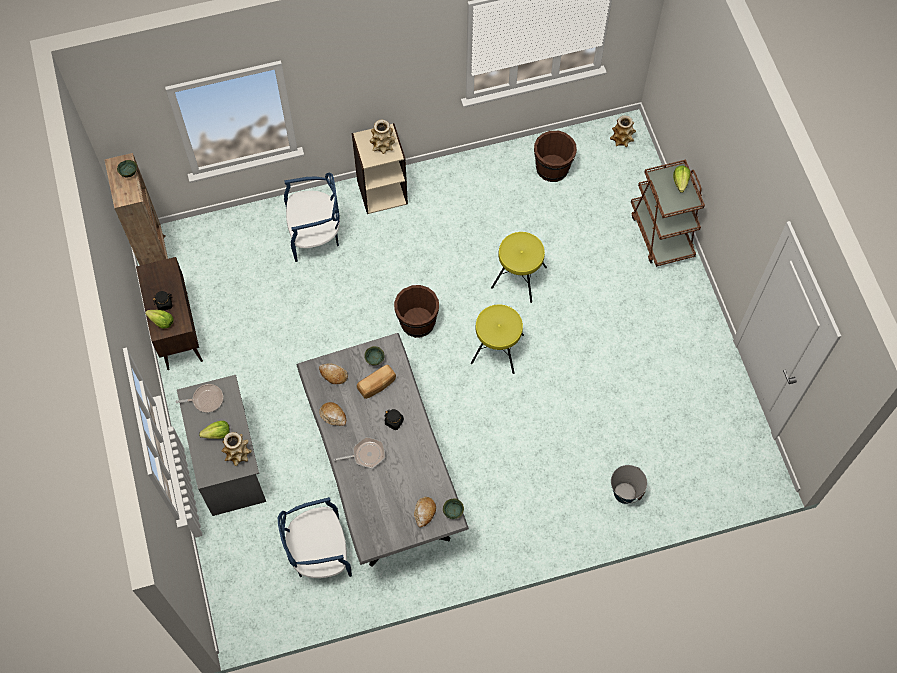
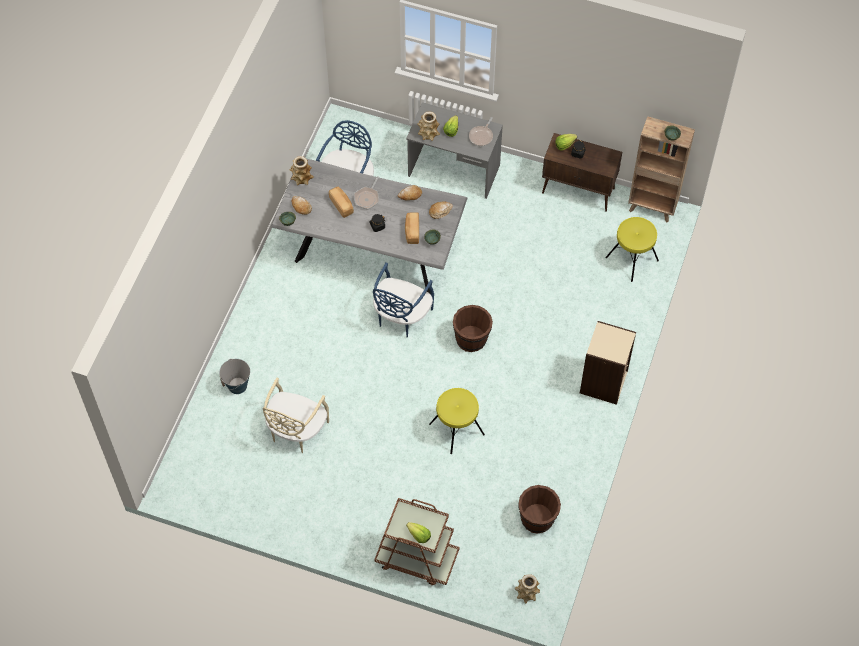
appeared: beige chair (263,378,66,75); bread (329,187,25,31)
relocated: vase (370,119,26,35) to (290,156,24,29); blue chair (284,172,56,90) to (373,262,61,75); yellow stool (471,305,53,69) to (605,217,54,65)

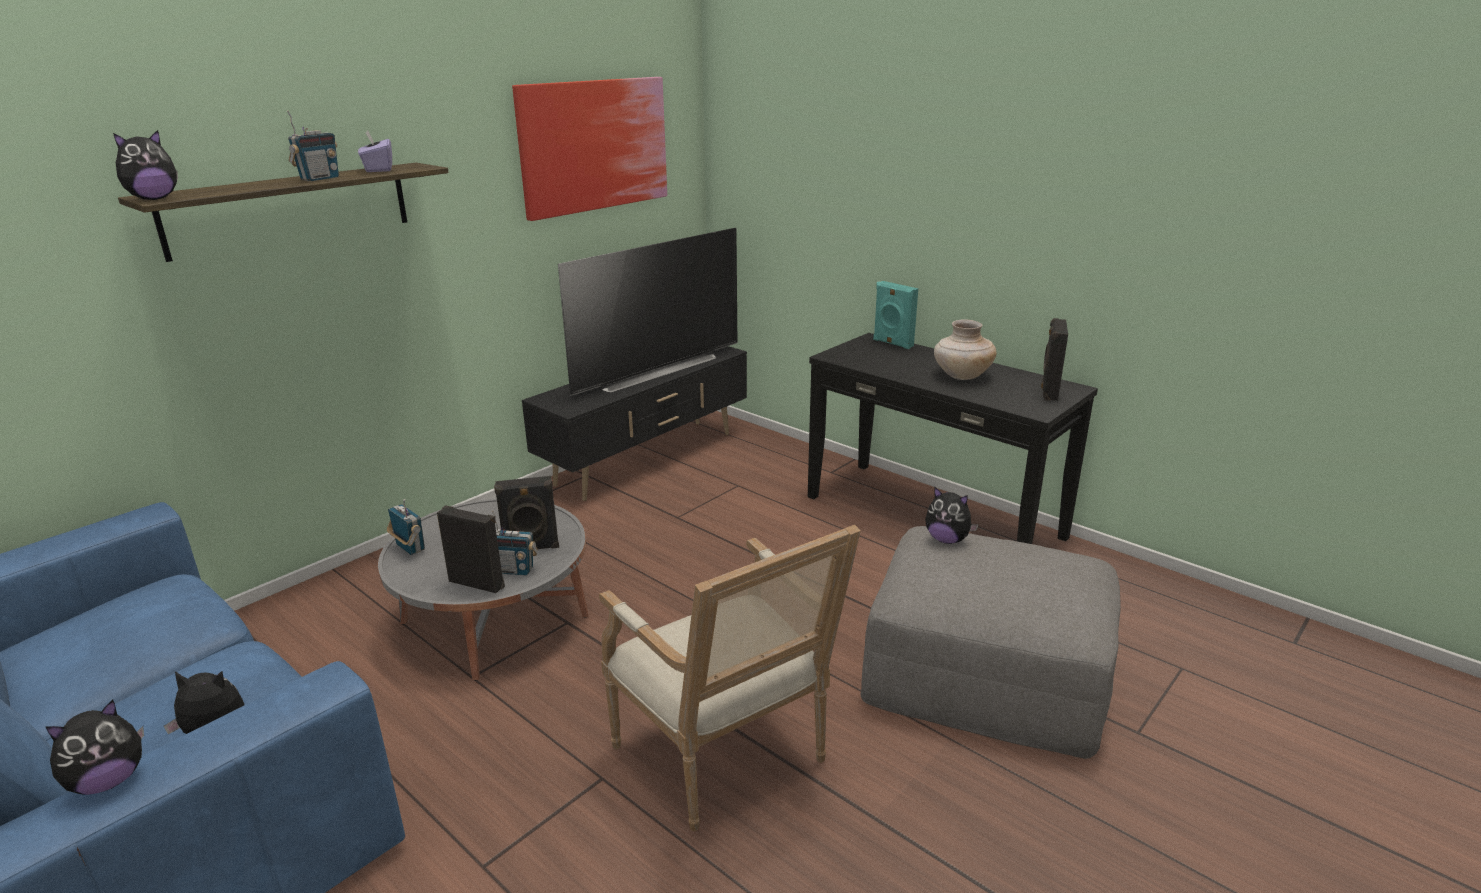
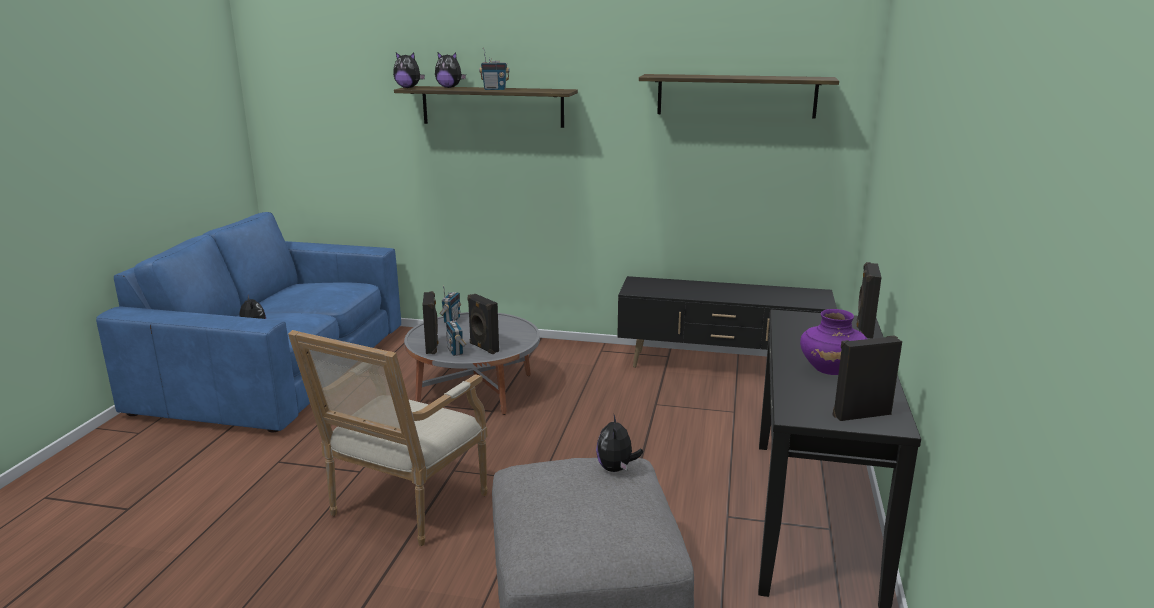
missing: purple tissue box (358,131,34,41); television (558,228,179,168)
relocated: plush toy (46,700,98,95) to (435,52,31,36)
exchanged: picture (512,77,155,144) to shelf (639,74,200,44)
colour: beige vase (934,320,62,60) to purple vase (800,309,67,66); turquoise speaker (873,281,45,68) to black speaker (857,262,25,77)

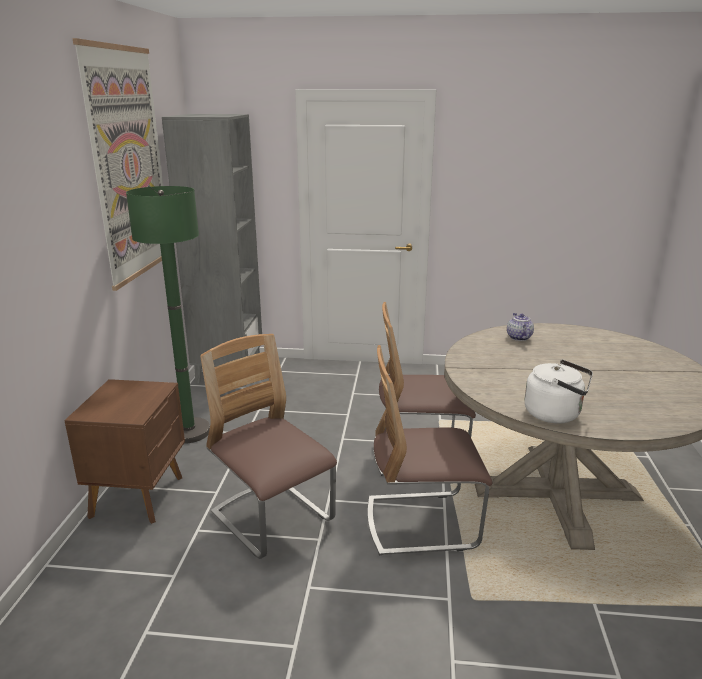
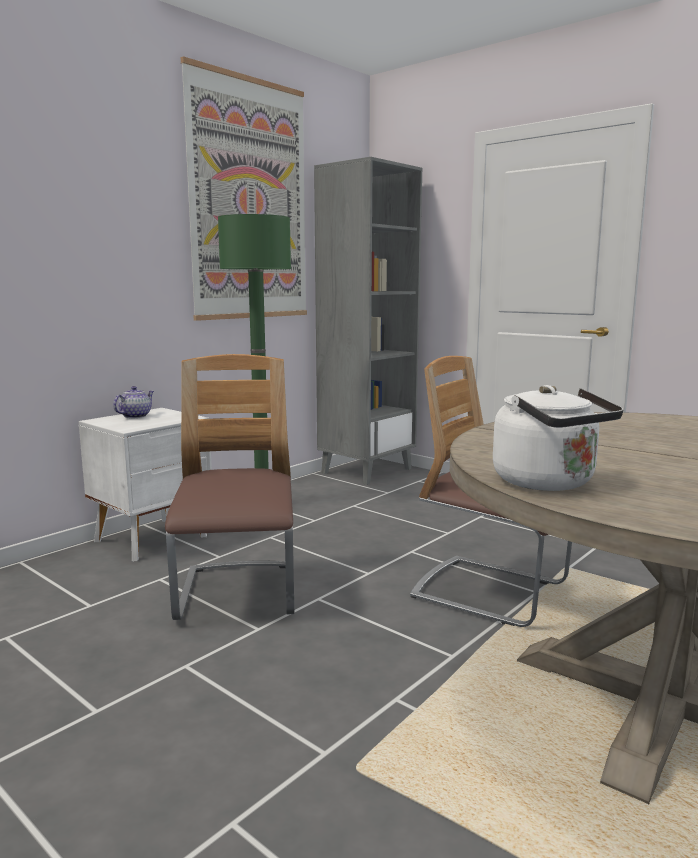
missing: chair (367,345,125,211)
relocated: teapot (507,313,27,28) to (113,386,41,32)
colour: brown nightstand (65,379,120,145) to white nightstand (79,408,133,153)

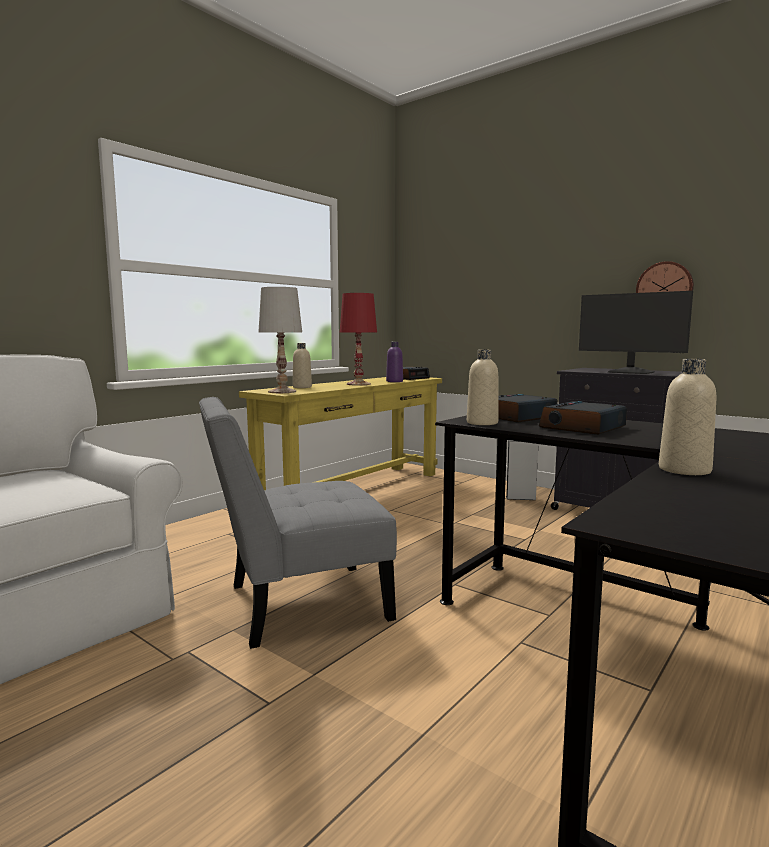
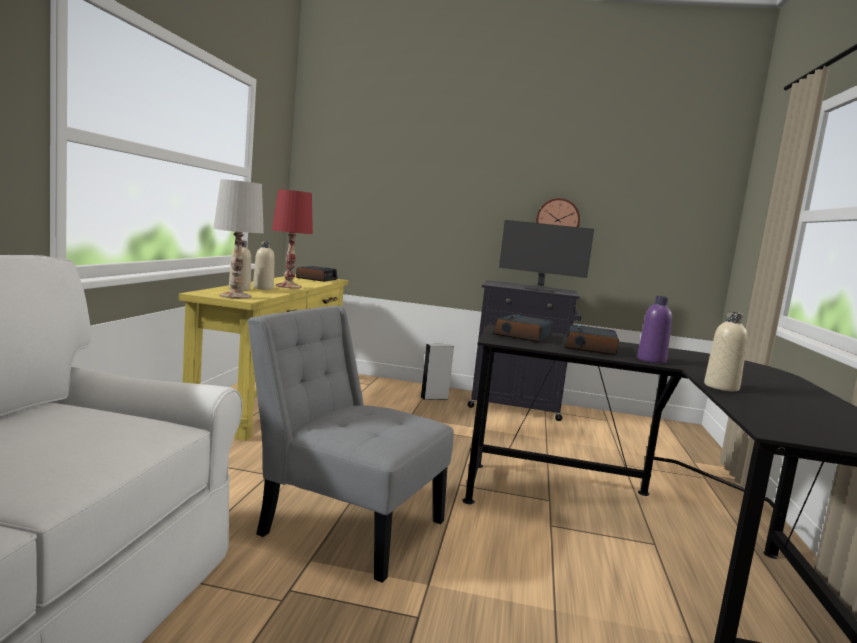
relocated: beige bottle (467,350,32,75) to (253,241,22,49); purple bottle (386,342,17,40) to (637,296,35,67)
spun: grey chair (199,397,198,252) = (248,306,206,277) 75 degrees clockwise

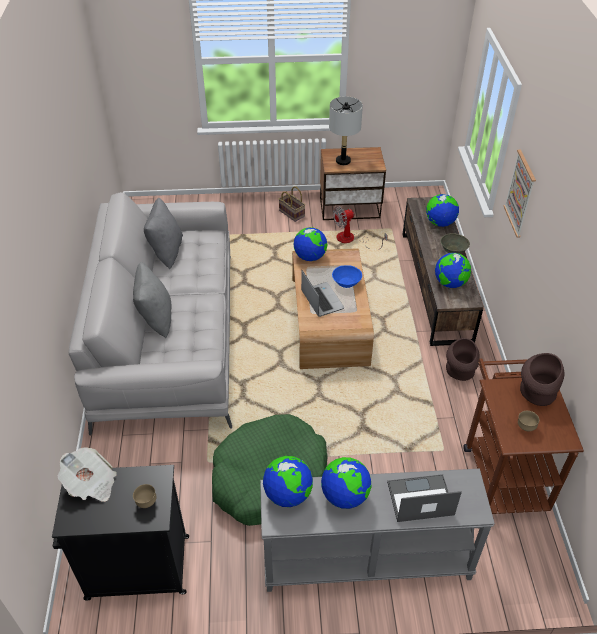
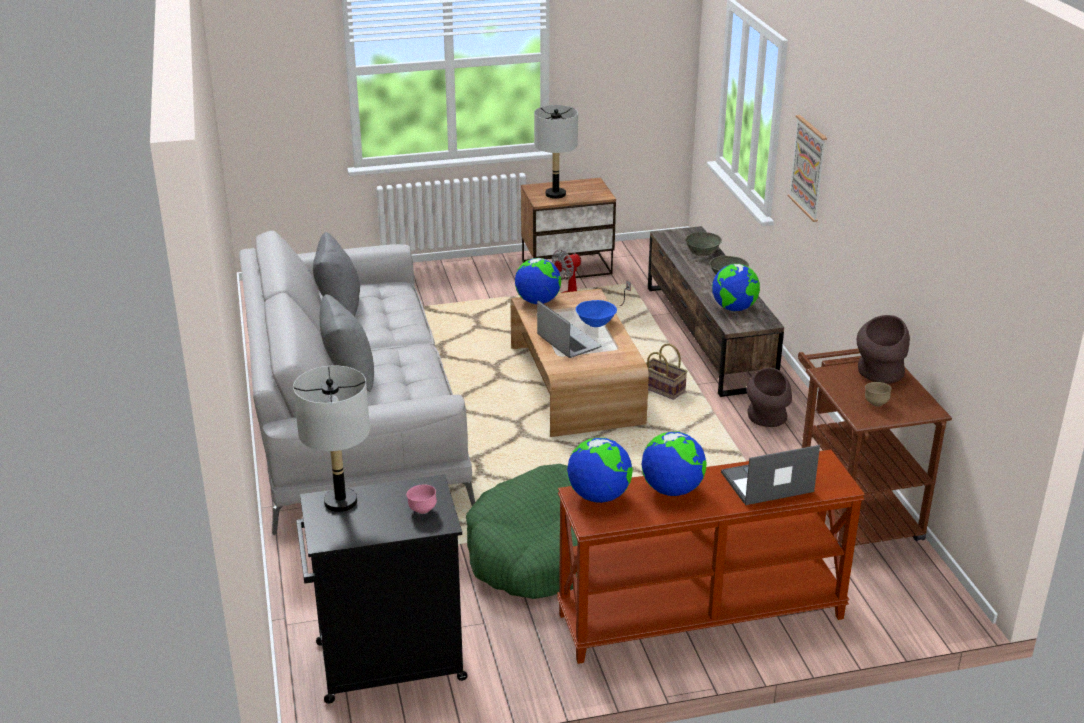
relocated: basket (279,186,26,36) to (646,344,41,56)
exchanged: newspaper (58,448,59,54) to grey table lamp (293,366,77,146); globe (426,194,33,33) to grey bowl (685,232,37,24)
colour: brown bowl (133,484,24,24) to pink bowl (407,485,30,29); grey console table (260,469,235,123) to brown console table (557,450,308,214)

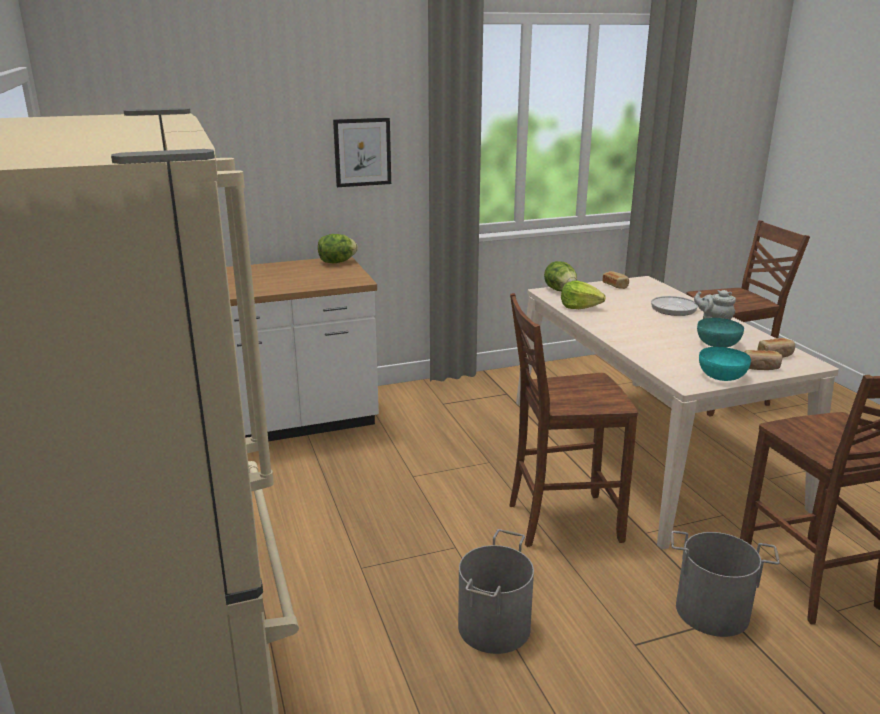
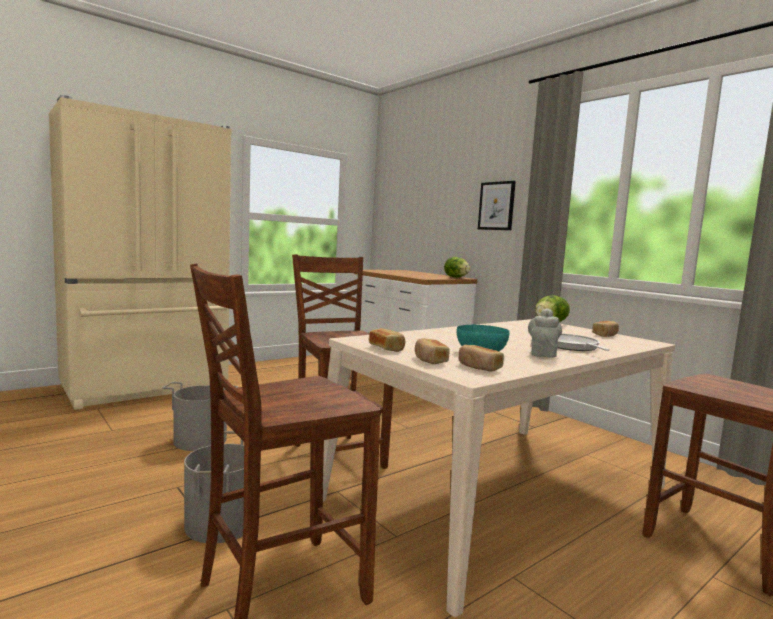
missing: lettuce (561,281,45,28)
exchanged: turquoise bowl (699,347,52,34) to bread (369,328,36,24)

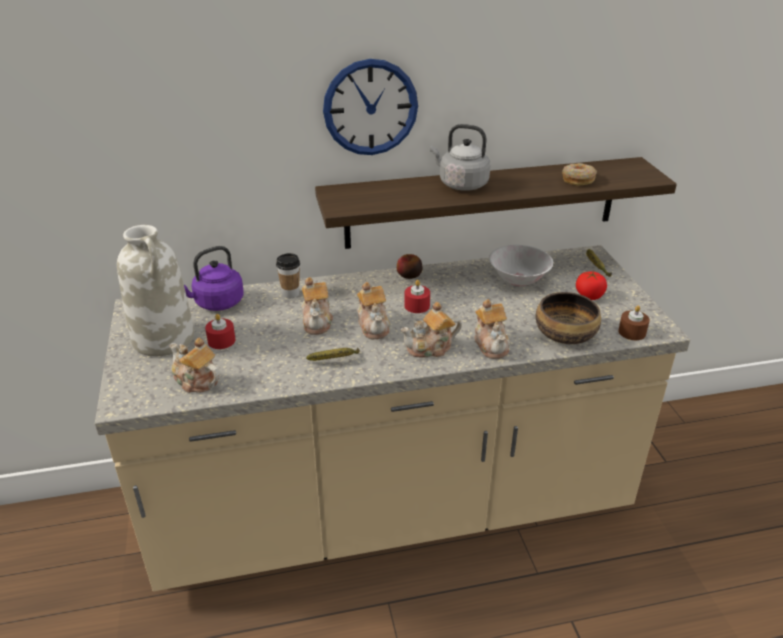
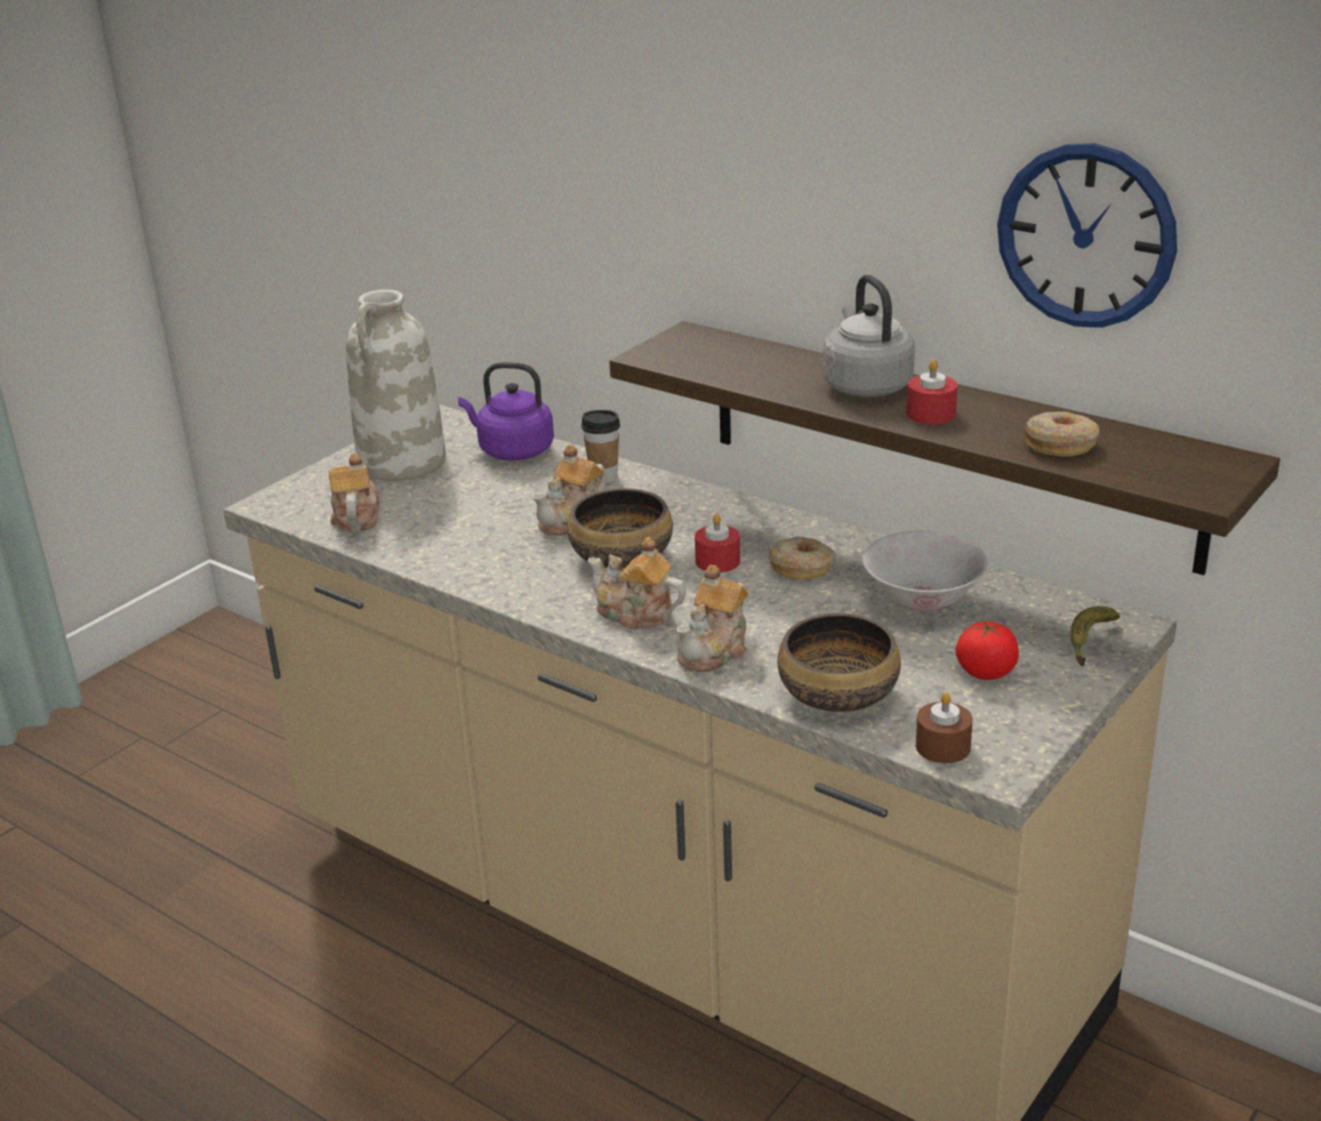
missing: banana (306,348,54,13); apple (397,254,26,25)
appeared: donut (769,537,66,43)
relocated: red candle (205,314,31,35) to (907,359,50,65); wall clock (323,59,95,96) to (997,143,180,185)
exchanged: teapot (357,282,33,57) to bowl (567,488,106,81)

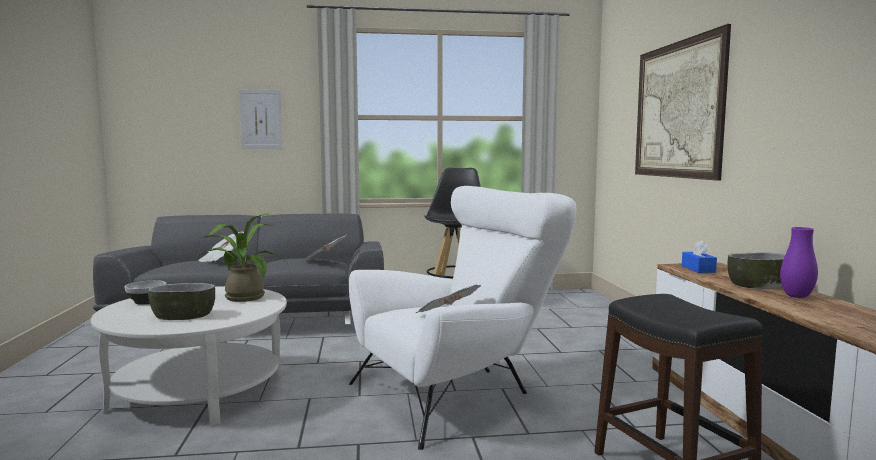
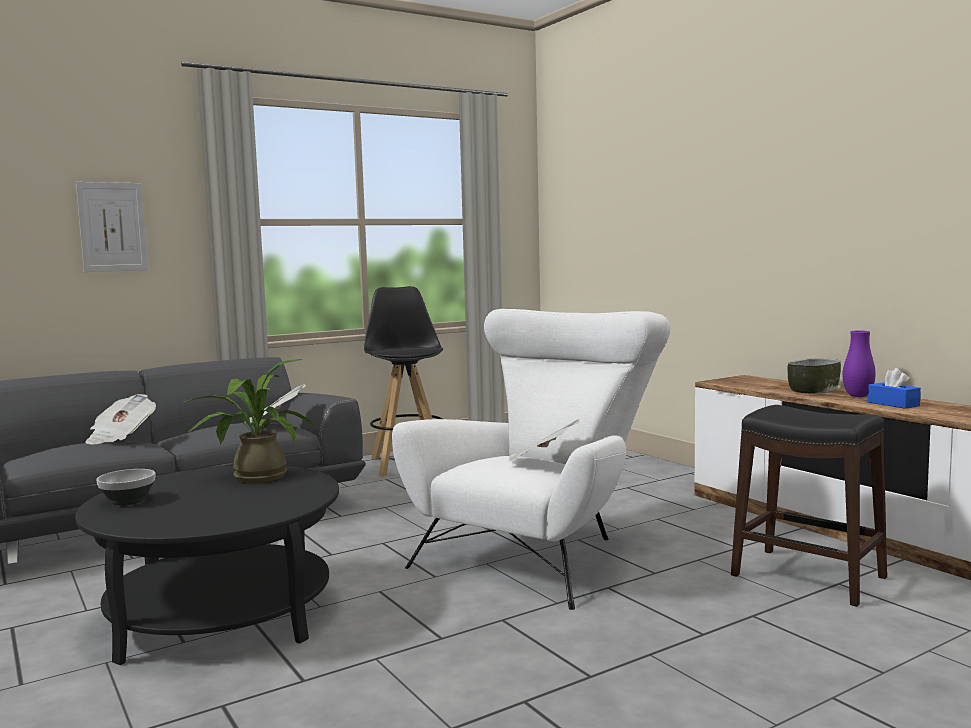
missing: bowl (148,283,67,37); picture (635,24,96,157)
relocated: blue tissue box (682,240,35,33) to (868,368,53,41)
colour: white coffee table (91,286,196,140) to black coffee table (75,466,264,199)

